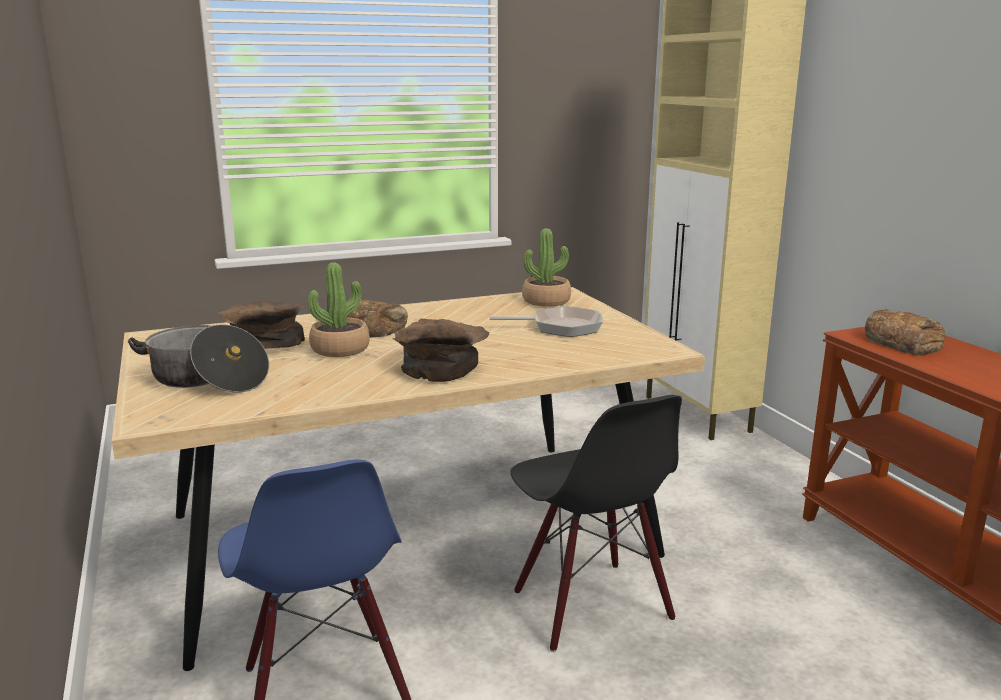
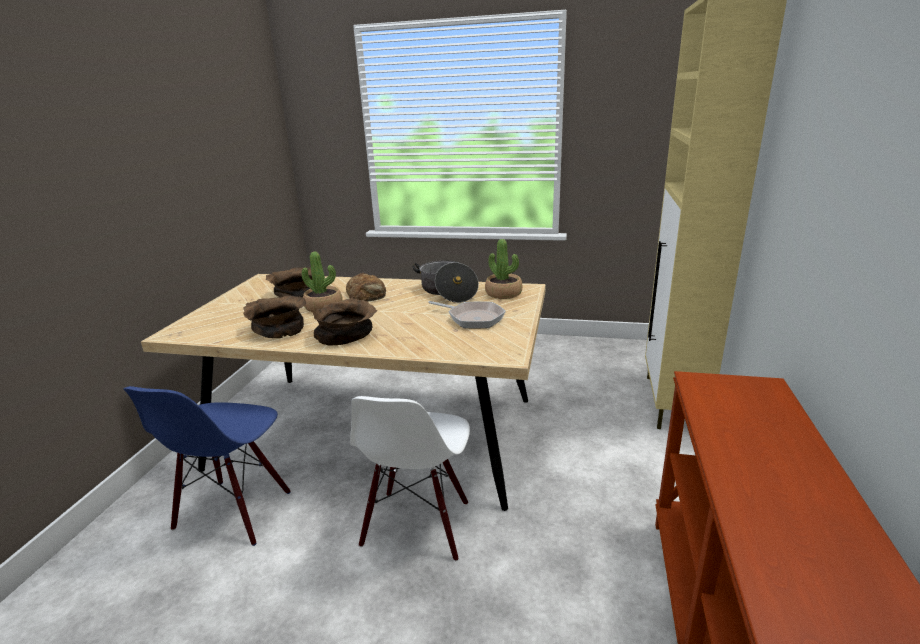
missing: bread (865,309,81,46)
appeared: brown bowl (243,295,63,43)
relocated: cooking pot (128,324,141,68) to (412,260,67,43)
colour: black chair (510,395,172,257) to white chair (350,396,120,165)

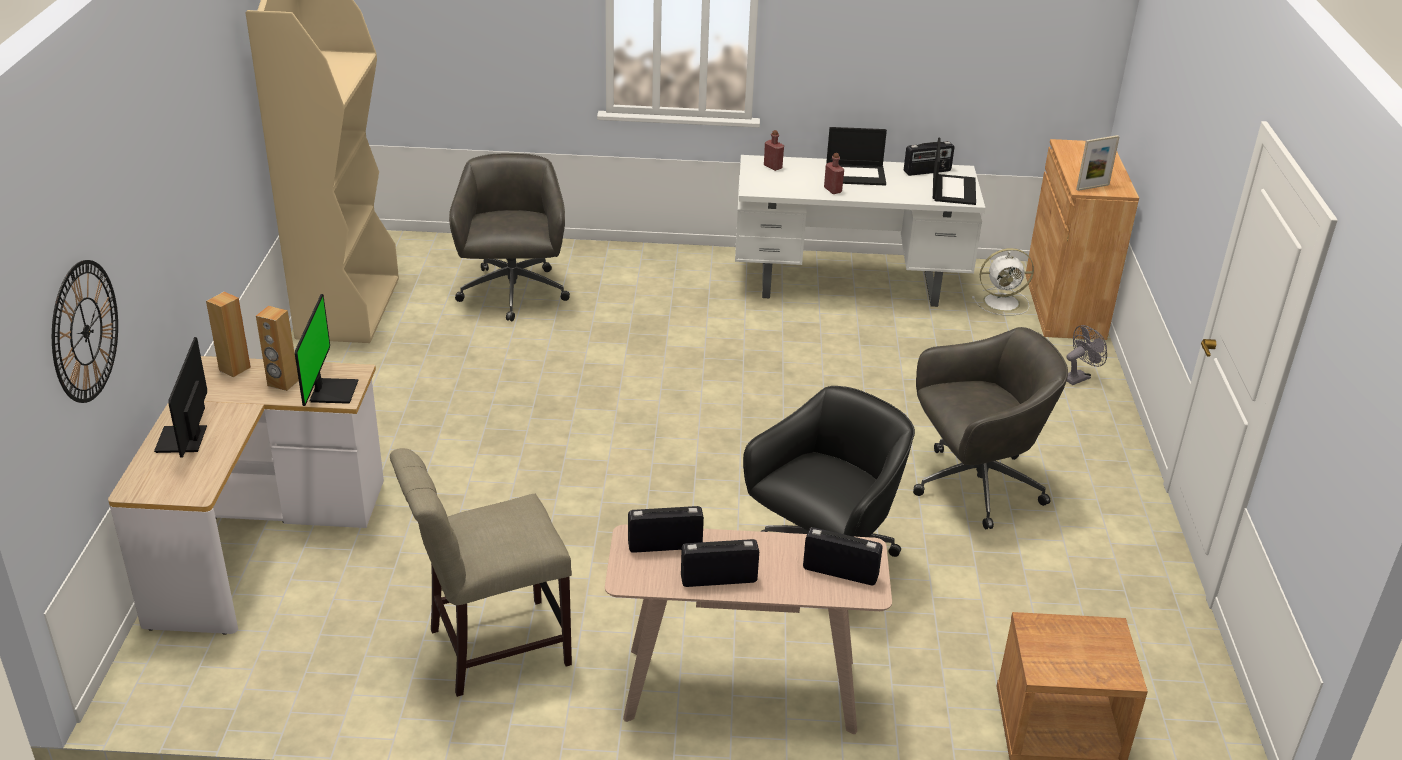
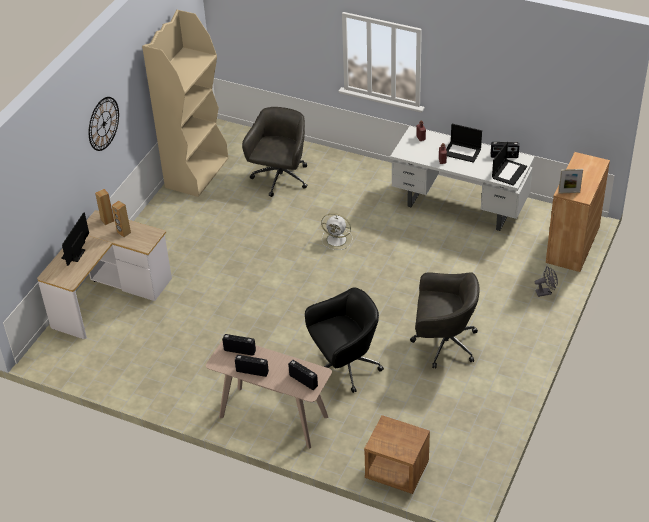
missing: monitor (295,294,63,112); beige chair (390,448,182,249)
relocated: wall clock (52,260,66,143) to (89,97,30,54); white fan (972,248,62,68) to (321,213,31,37)

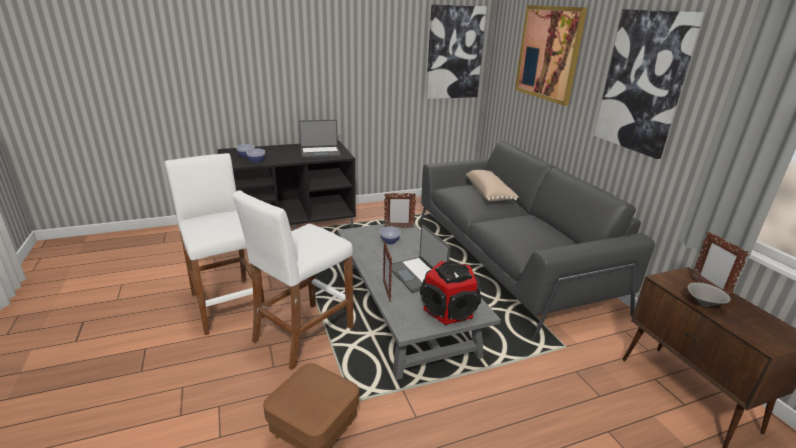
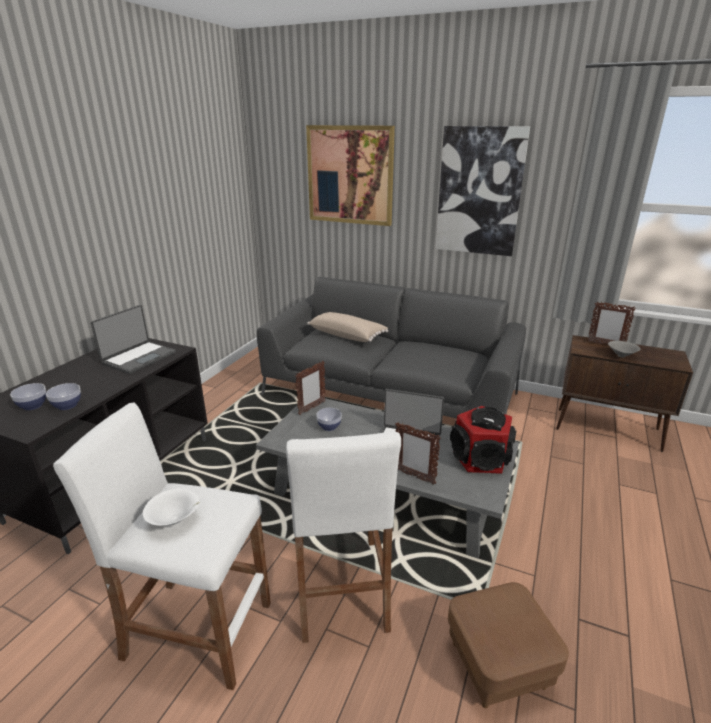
missing: picture (426,4,61,95)
appeared: white bowl (143,488,56,38)

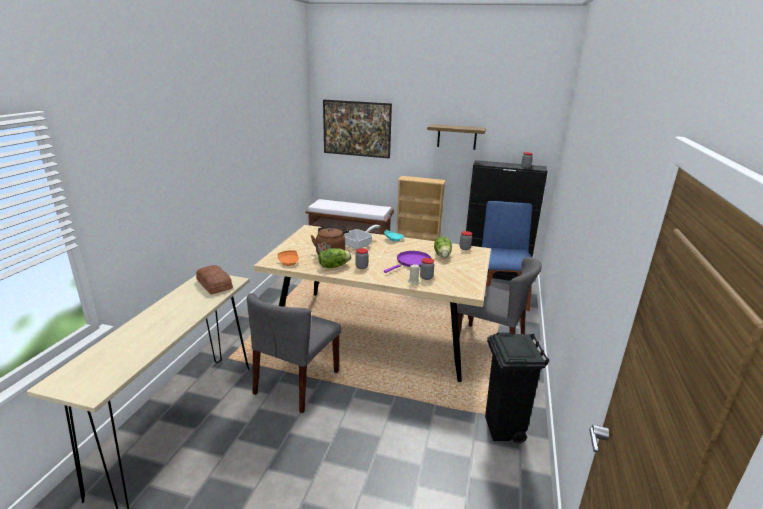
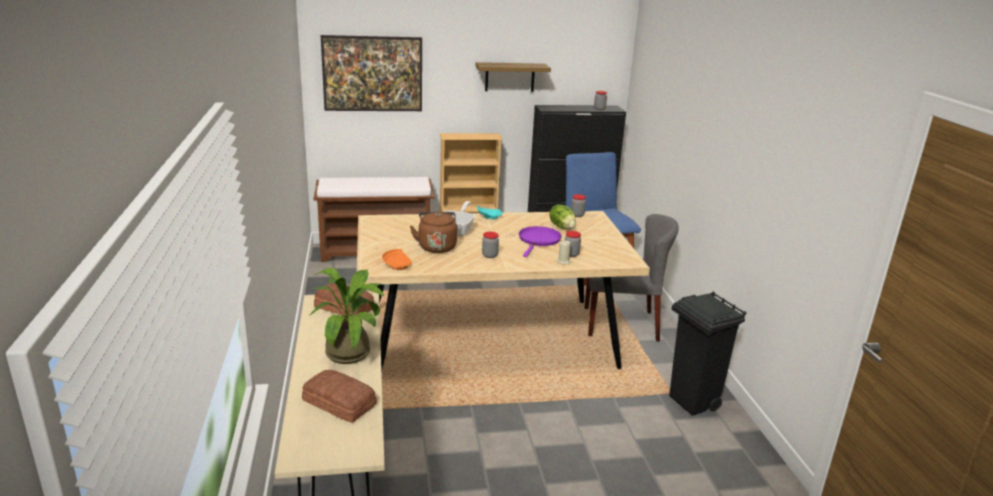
missing: grey chair (247,293,95,120); lettuce (318,248,33,20)
appeared: bread (302,370,75,53); potted plant (310,268,74,96)

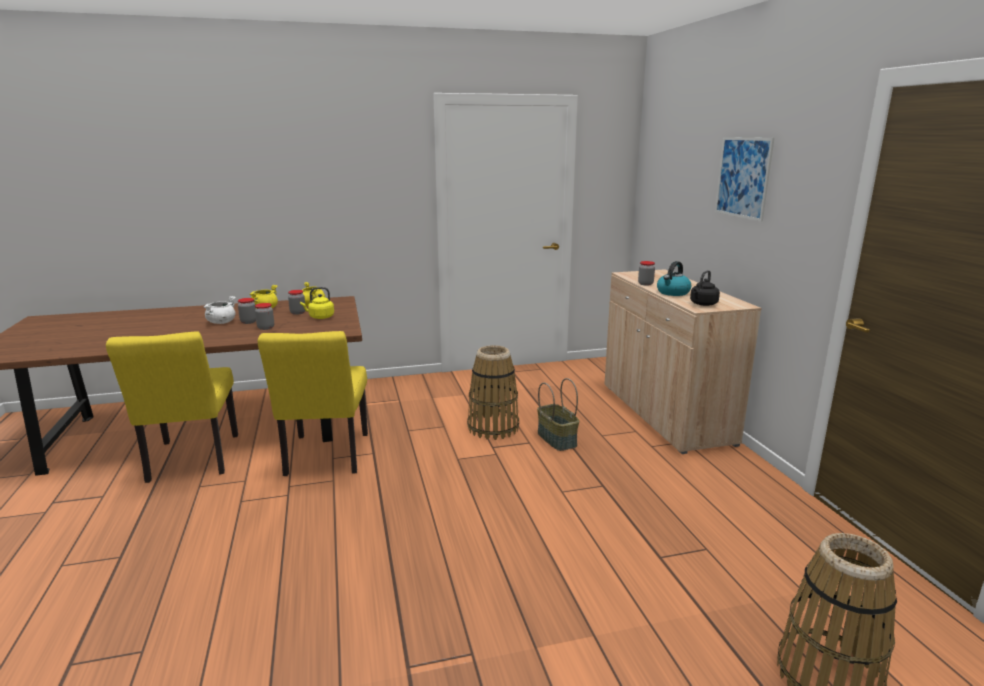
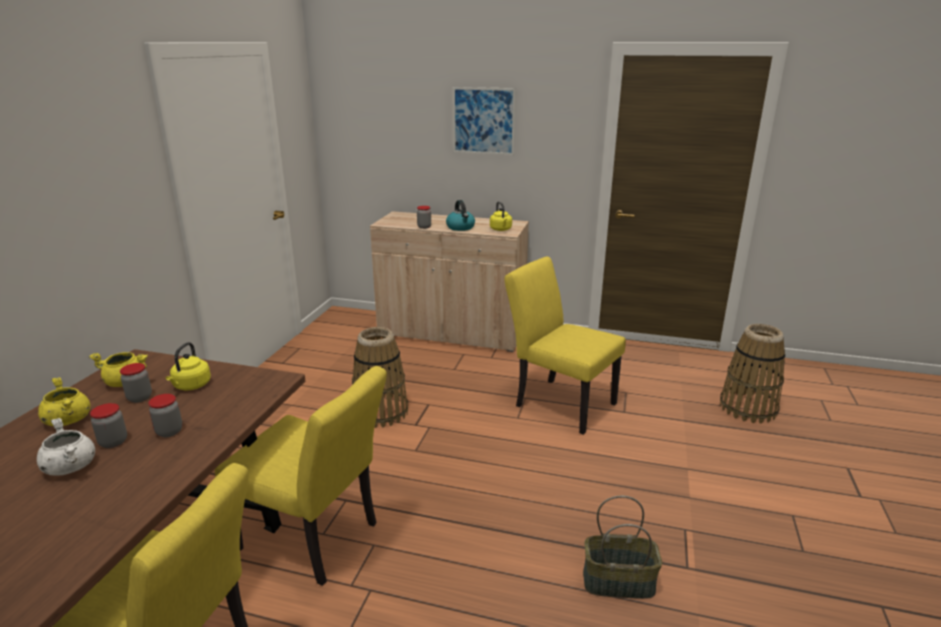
appeared: yellow chair (504,257,122,178)
relocated: basket (537,378,42,73) to (583,496,79,103)
colour: black kettle (690,270,30,36) to yellow kettle (490,201,22,30)

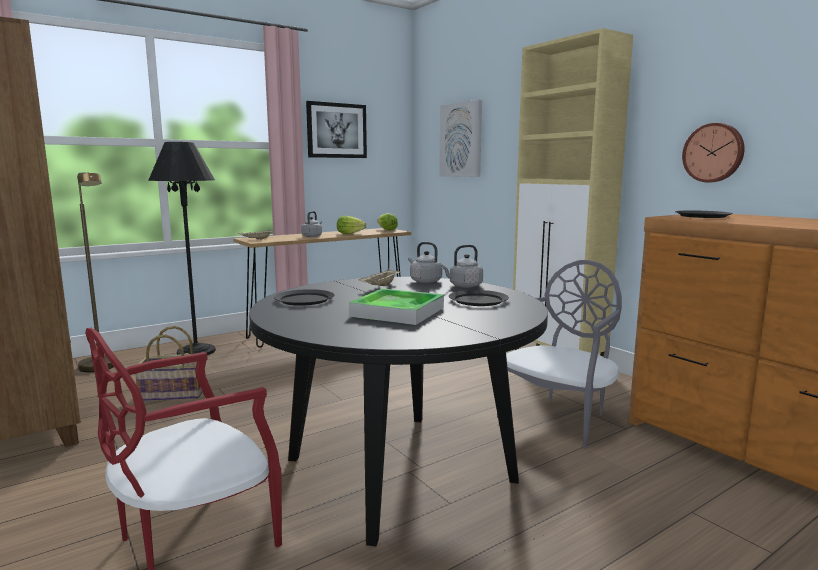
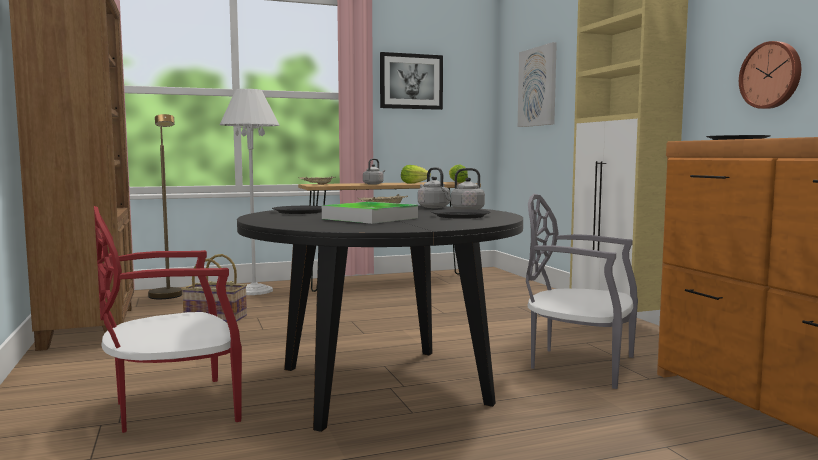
colour: black floor lamp (148,142,68,213) to white floor lamp (219,89,61,206)
spun: grey chair (497,260,125,188) = (526,194,112,195) 120 degrees counterclockwise

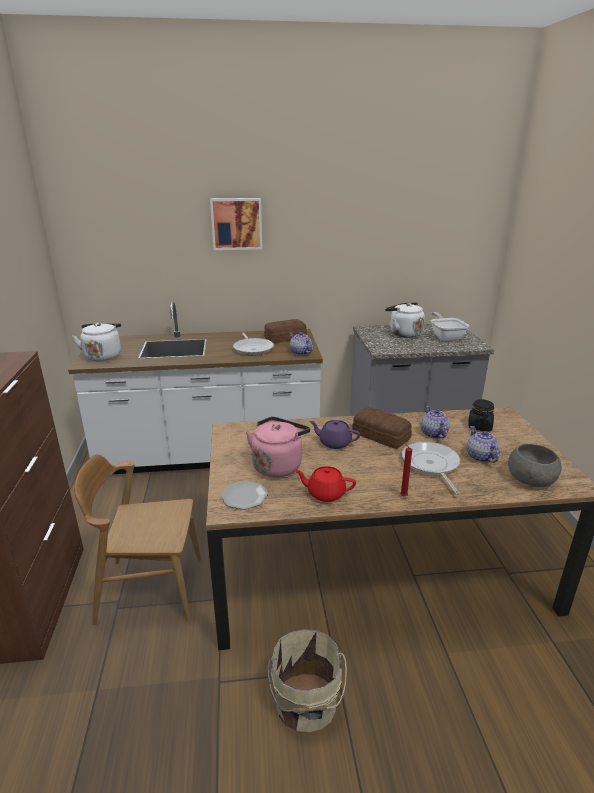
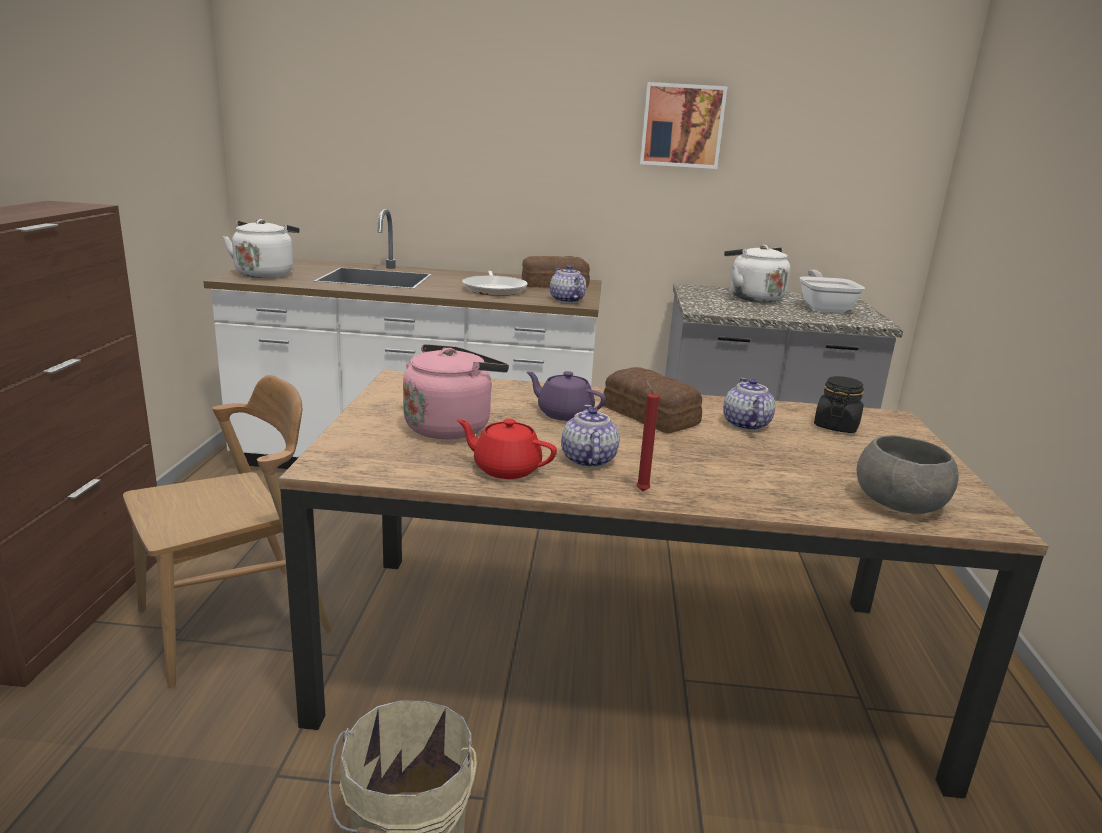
missing: plate (221,481,47,29); frying pan (402,442,58,53)
relocated: teapot (467,426,33,37) to (561,405,59,63); picture (210,198,52,52) to (640,82,88,87)
spun: brown chair (74,454,127,171) = (123,375,209,313) 135 degrees clockwise

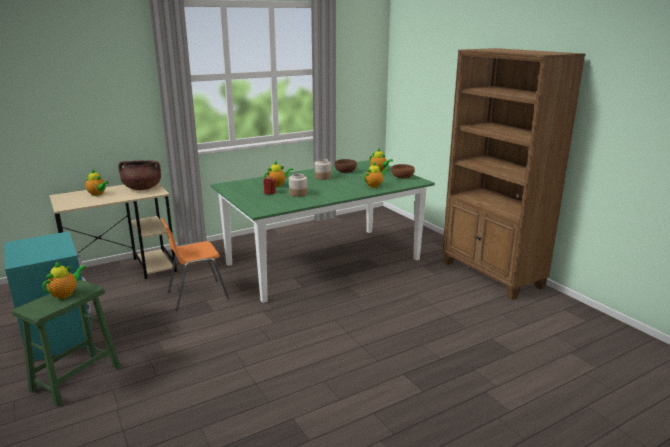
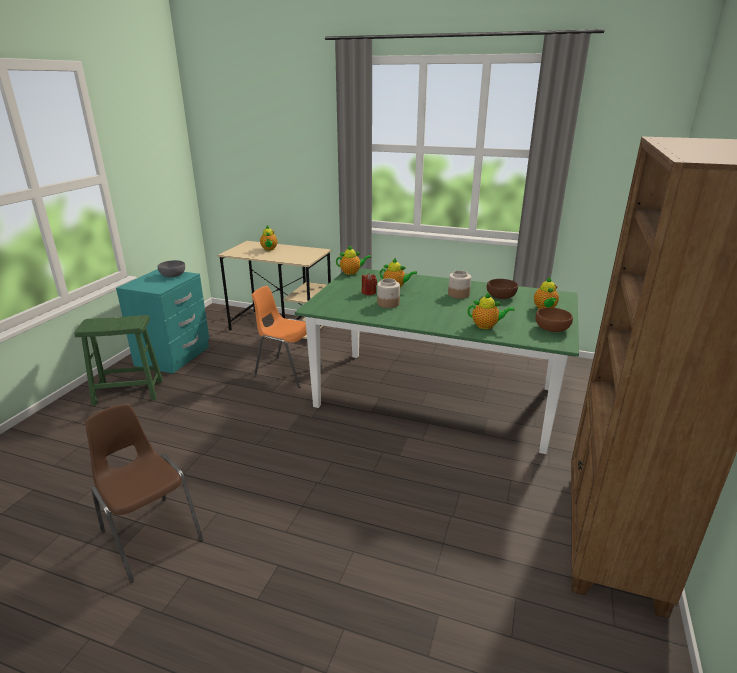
missing: brown cooking pot (118,160,43,30)
appeared: brown chair (85,404,118,179); grey bowl (158,260,27,17)
relocated: teapot (42,261,44,38) to (336,245,35,30)

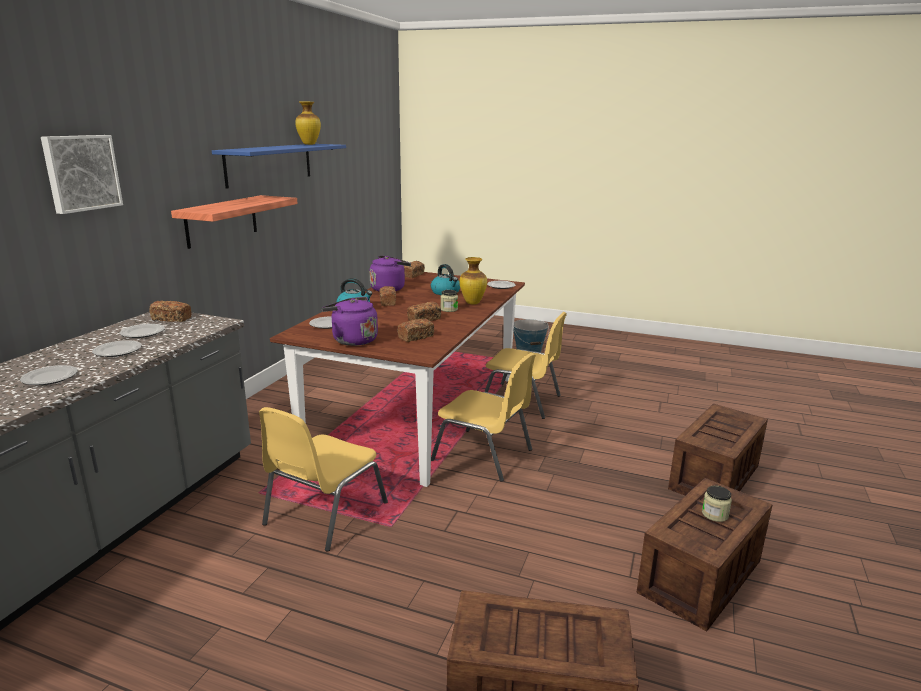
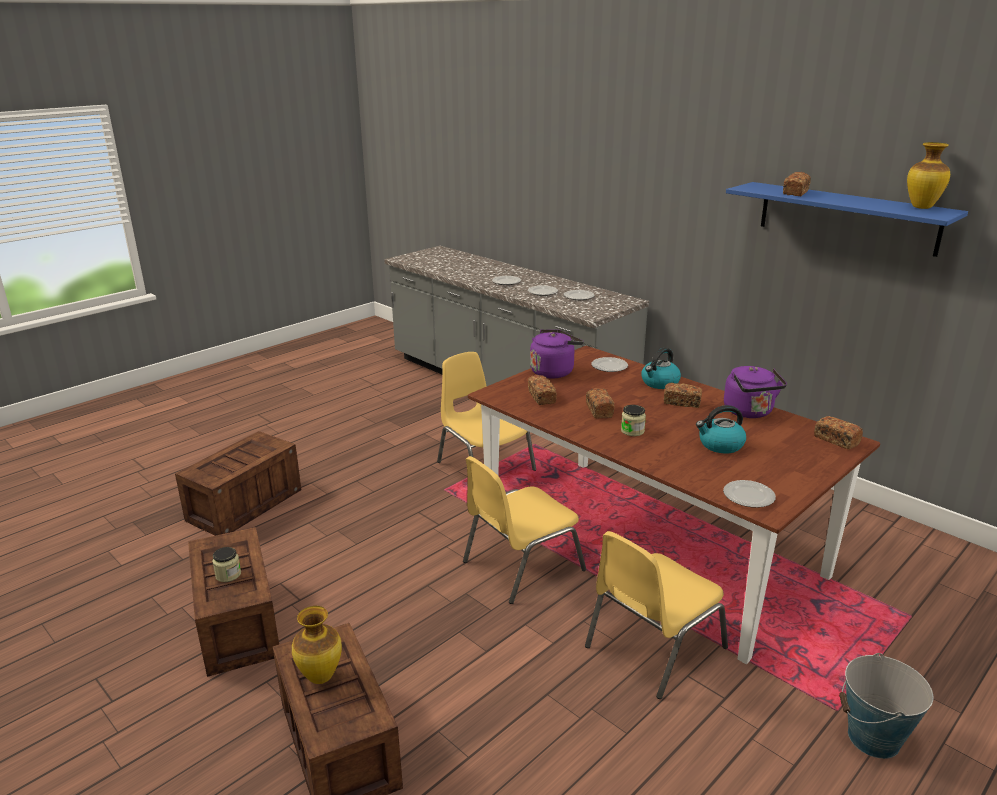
missing: picture (41,135,82,79); shelf (171,195,126,54)
relocated: vase (459,257,28,48) to (292,606,50,78); bread (149,301,43,21) to (783,172,28,24)

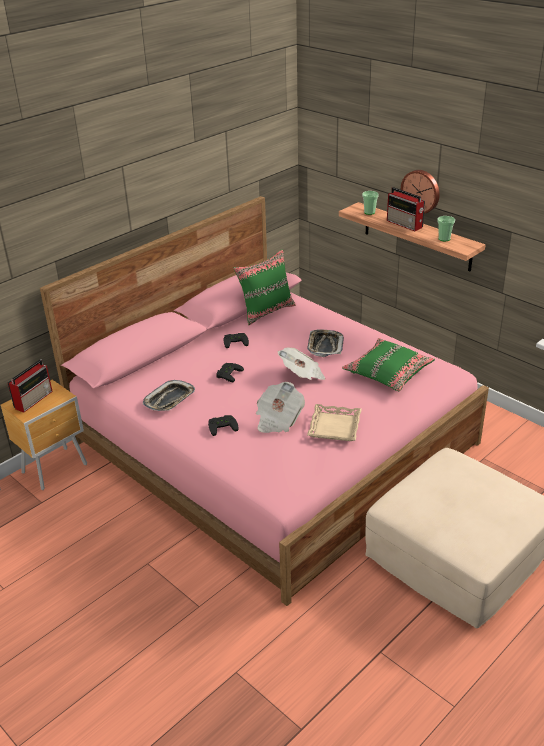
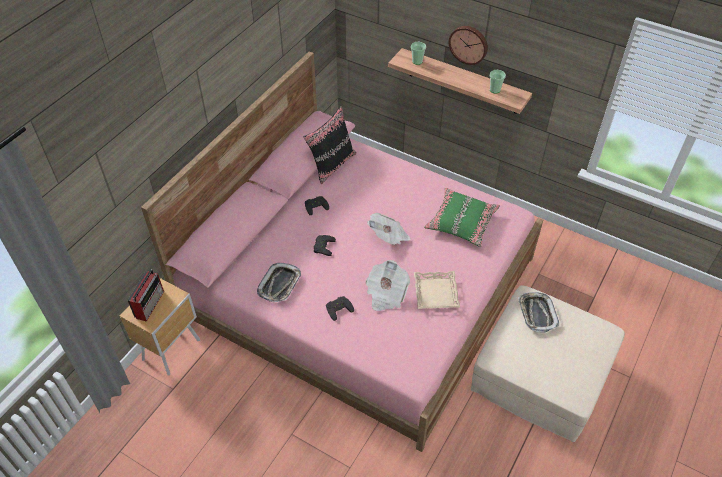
missing: radio (387,187,38,44)
relocated: tray (307,329,37,28) to (518,292,41,41)
colour: green pillow (234,249,62,76) to black pillow (304,106,53,78)

